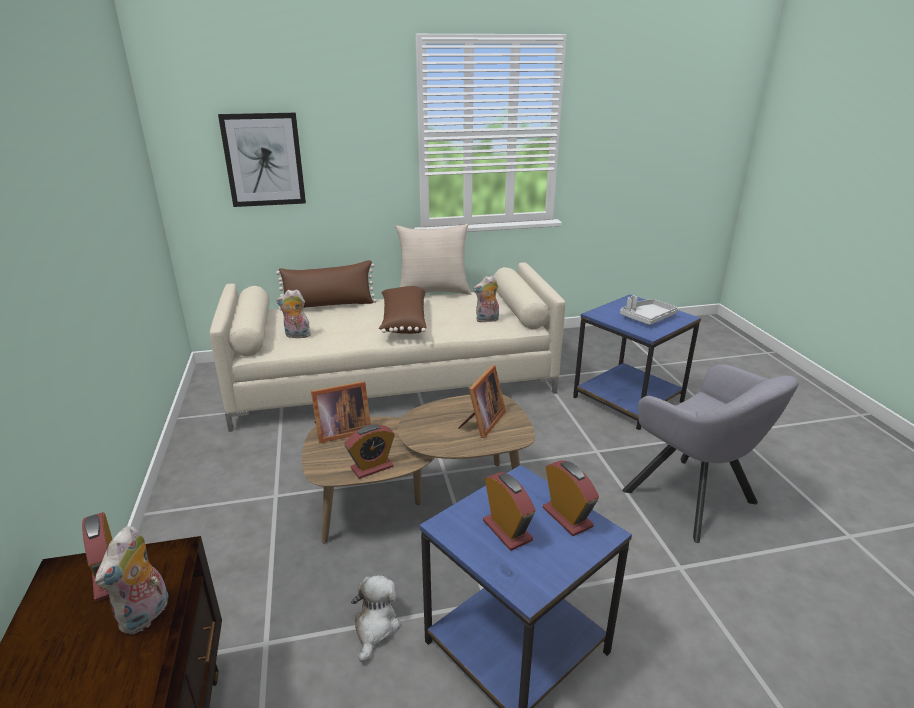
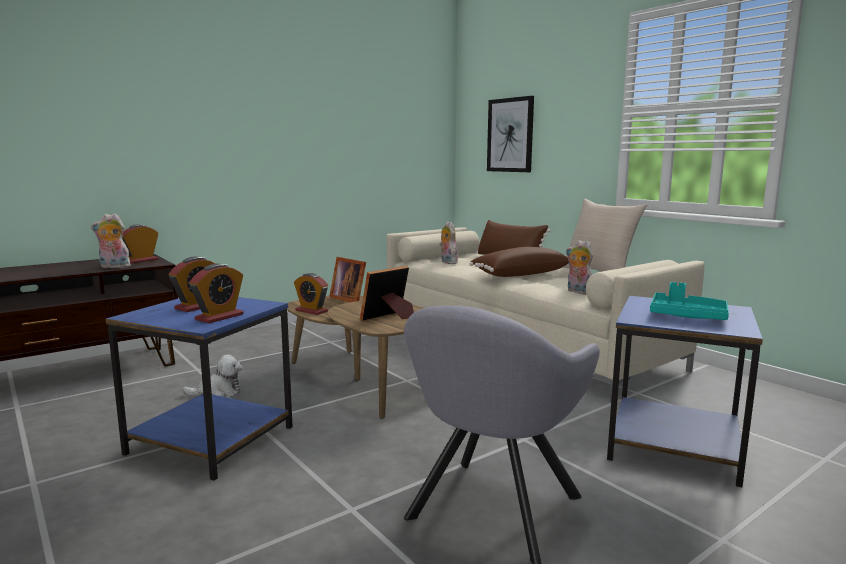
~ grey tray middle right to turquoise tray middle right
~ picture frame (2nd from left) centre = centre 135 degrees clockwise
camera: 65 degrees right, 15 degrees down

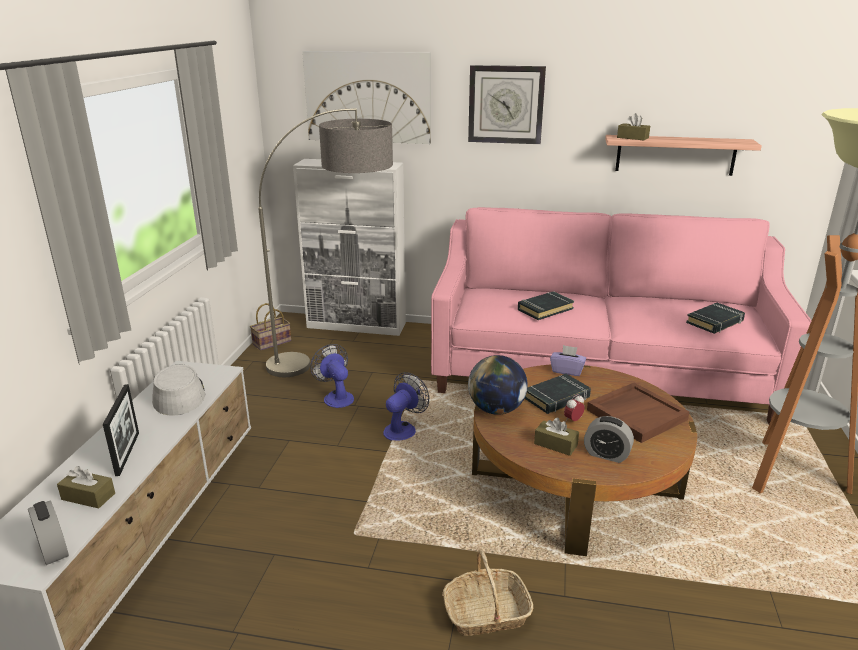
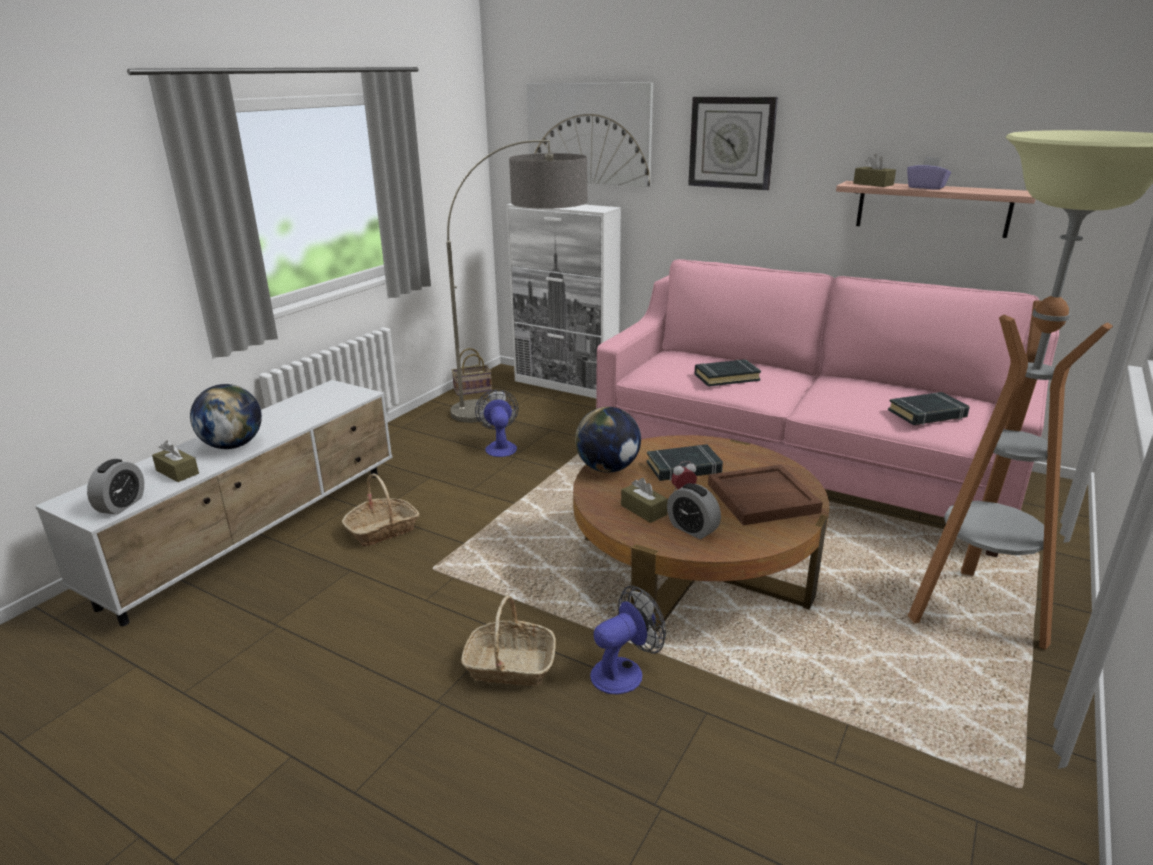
~ purple tissue box centre to top right
- grey hat middle left
~ fan (2nd from left) centre to bottom centre
~ picture frame middle left to globe (1st from left) middle left
~ alarm clock (1st from left) bottom left = middle left 150 degrees counterclockwise
+ basket (1st from left) middle left
camera: 20 degrees right, 0 degrees up

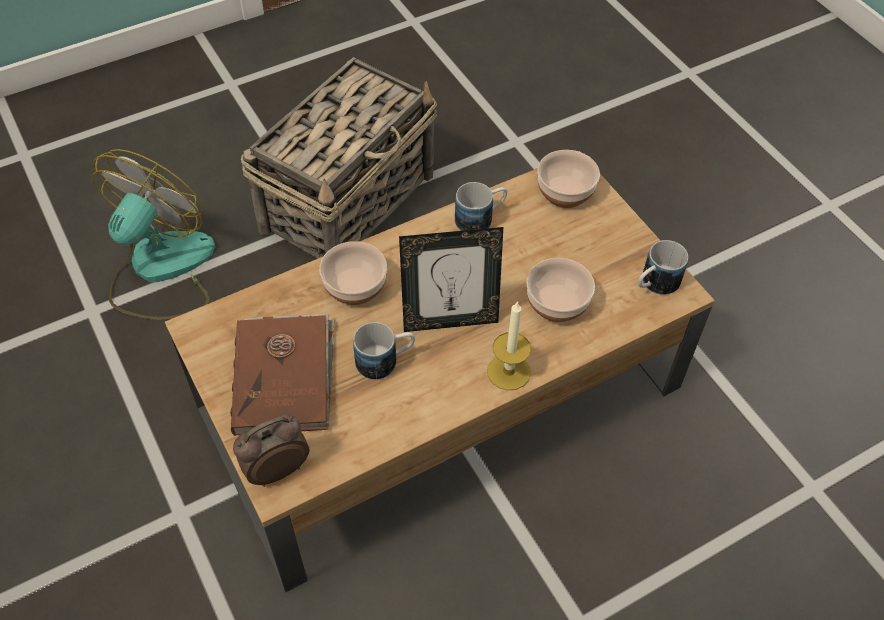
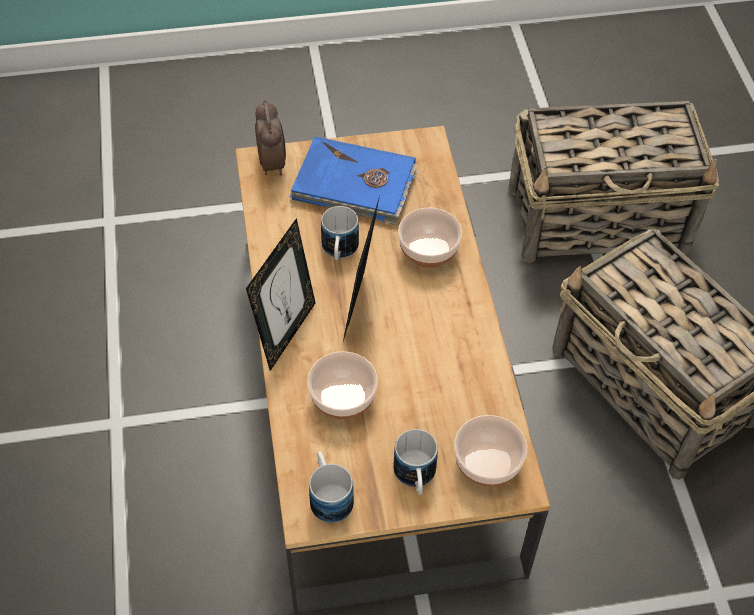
~ fan middle left to basket (1st from left) top right
~ mug (2nd from left in the first image) top centre to mug (3rd from left) bottom centre
~ candle centre to picture frame (1st from left) centre
~ brown book middle left to blue book top centre
camera: 110 degrees right, 0 degrees up

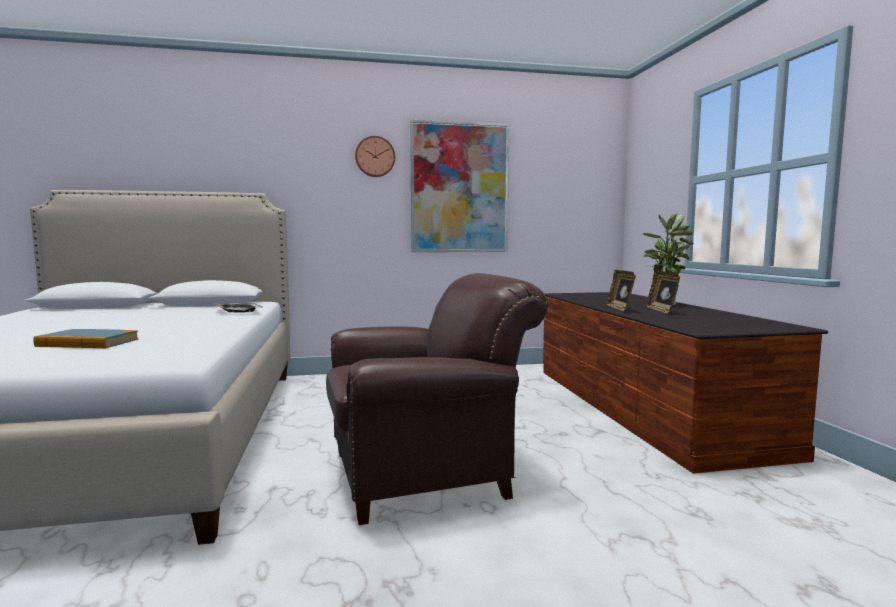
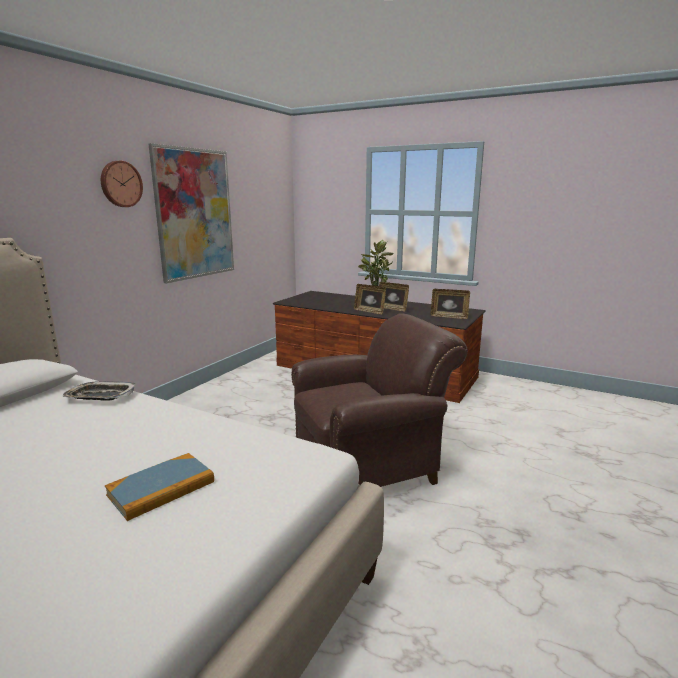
~ brown armchair centre = centre 45 degrees clockwise
+ picture frame (3rd from left) centre
camera: 50 degrees left, 10 degrees up

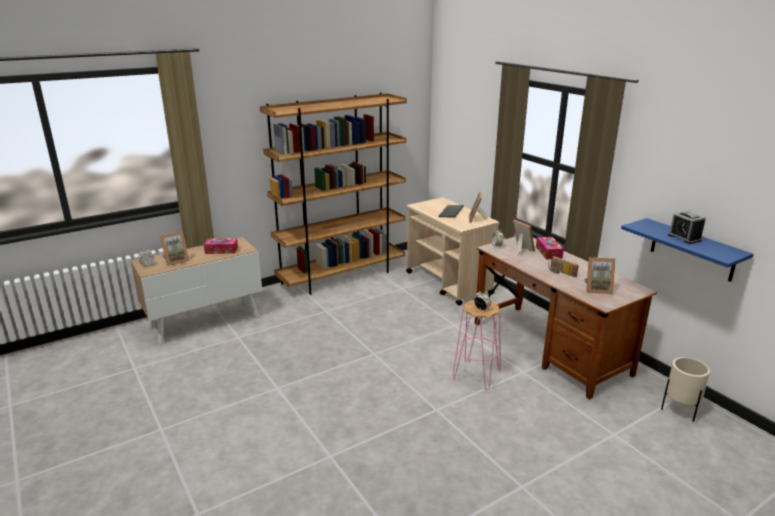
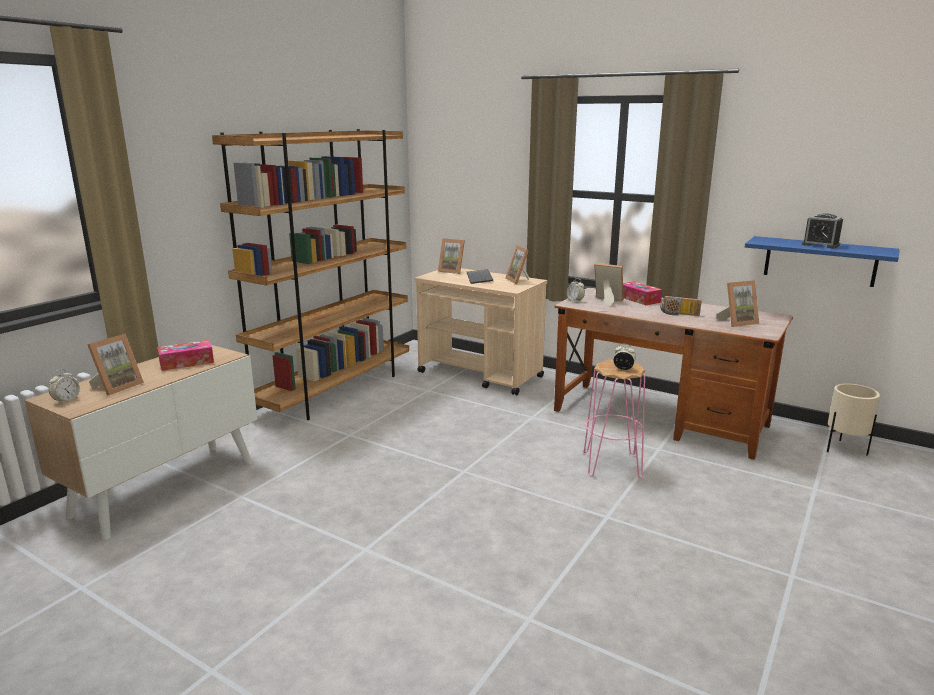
+ picture frame (2nd from left) centre
camera: 25 degrees left, 5 degrees down

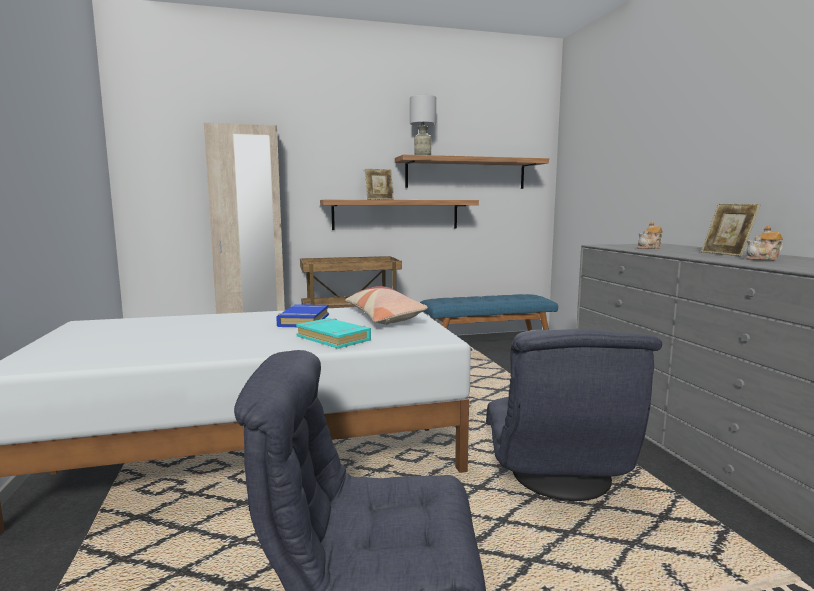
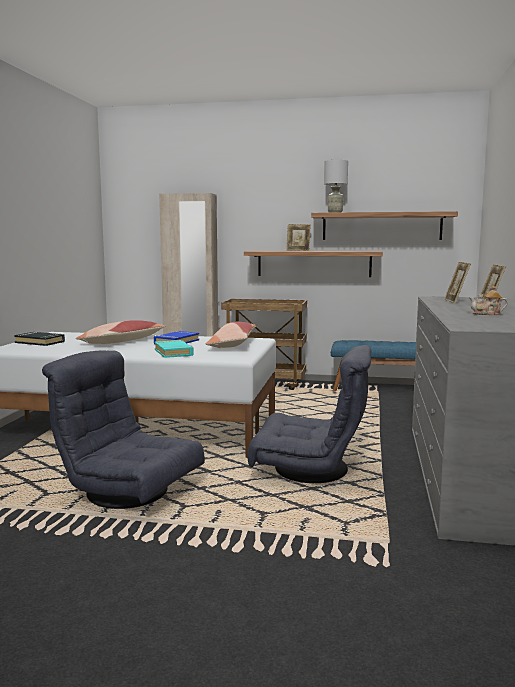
~ teapot (1st from left) middle right to picture frame (2nd from left) middle right
~ grey armchair (2nd from left) bottom right = centre 105 degrees counterclockwise
+ pillow (1st from left) middle left
+ black book middle left
camera: 25 degrees right, 0 degrees up

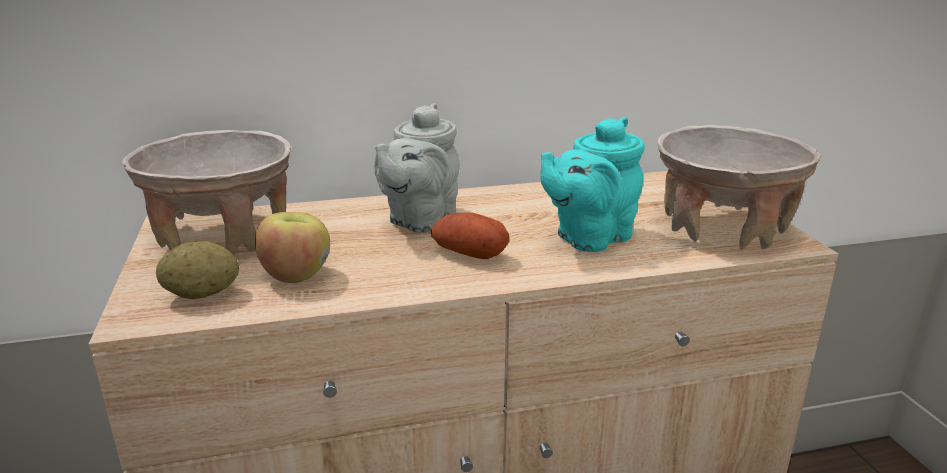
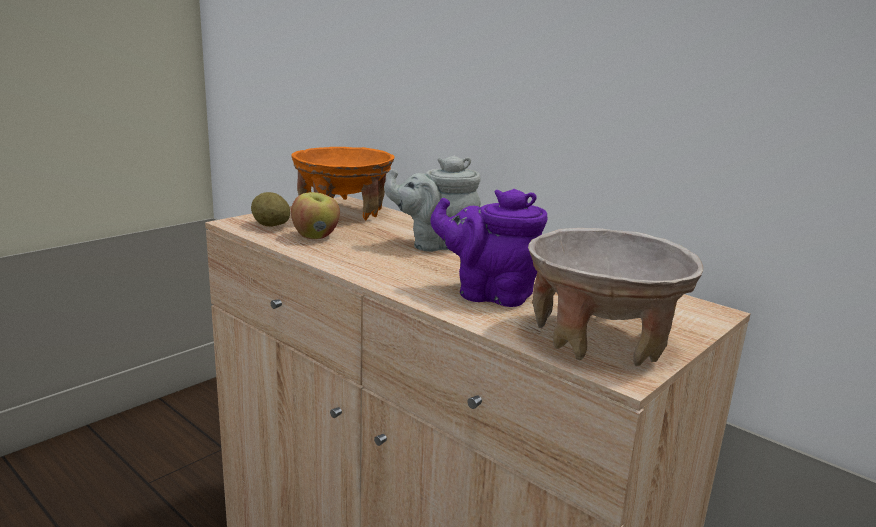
~ turquoise teapot centre to purple teapot centre
~ beige bowl (1st from left) middle left to orange bowl centre
- potato (2nd from left) centre
camera: 55 degrees right, 5 degrees down

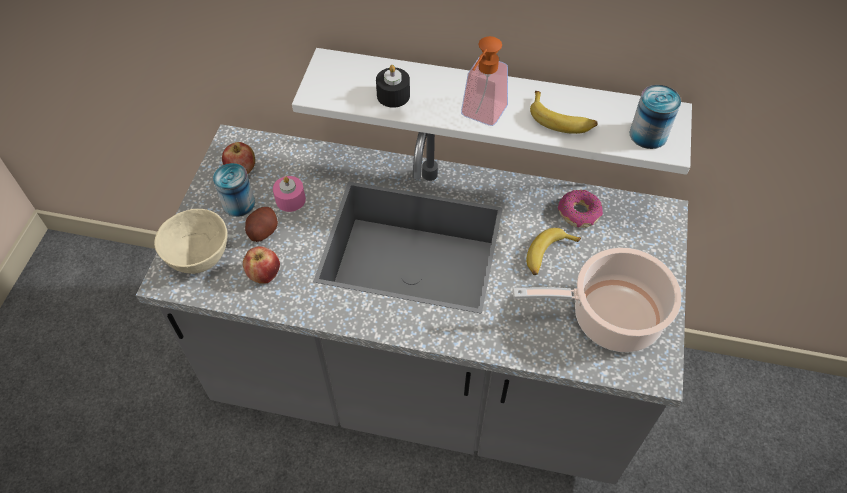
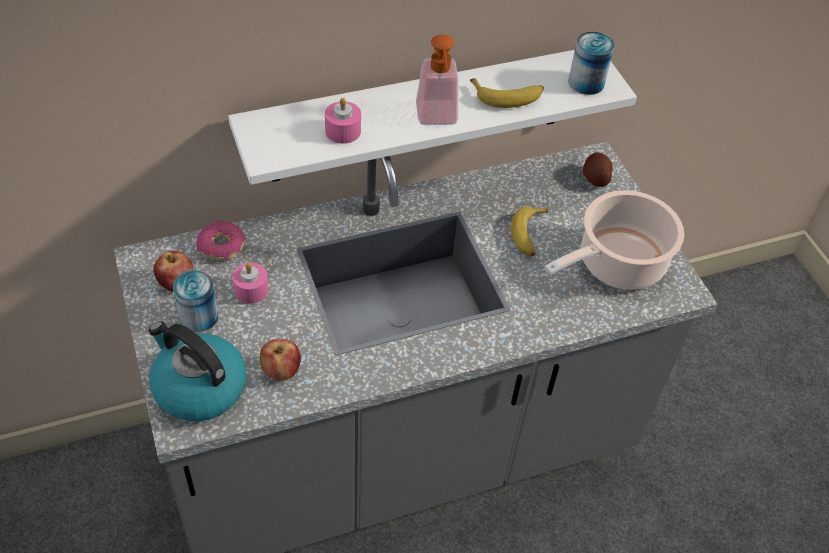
~ black candle top centre to pink candle (2nd from left) top centre
~ donut middle right to middle left
~ potato middle left to top right
~ beige bowl middle left to kettle bottom left
camera: 35 degrees left, 5 degrees down

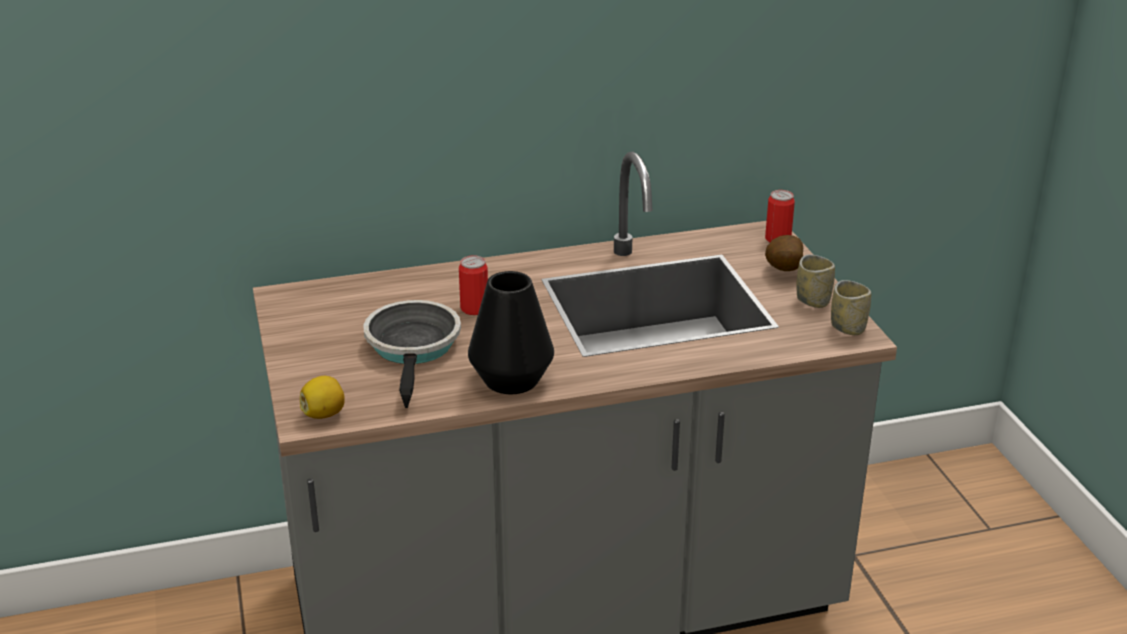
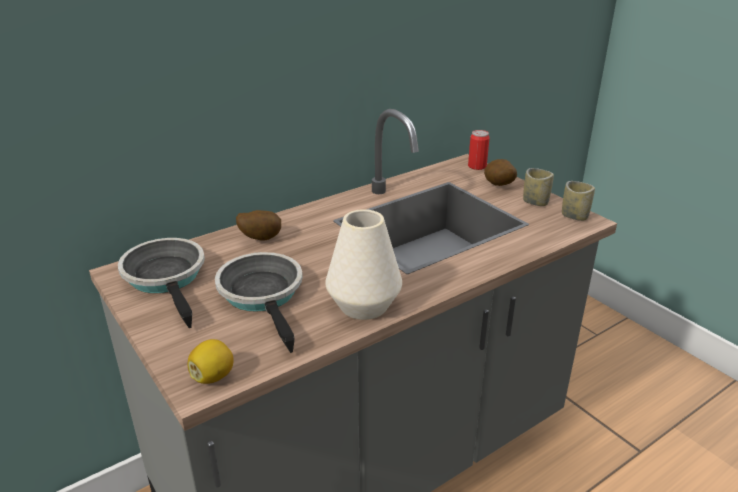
- can (1st from left) centre
~ black vase centre to white vase centre
+ potato (1st from left) centre
+ frying pan (1st from left) middle left
camera: 20 degrees left, 0 degrees up

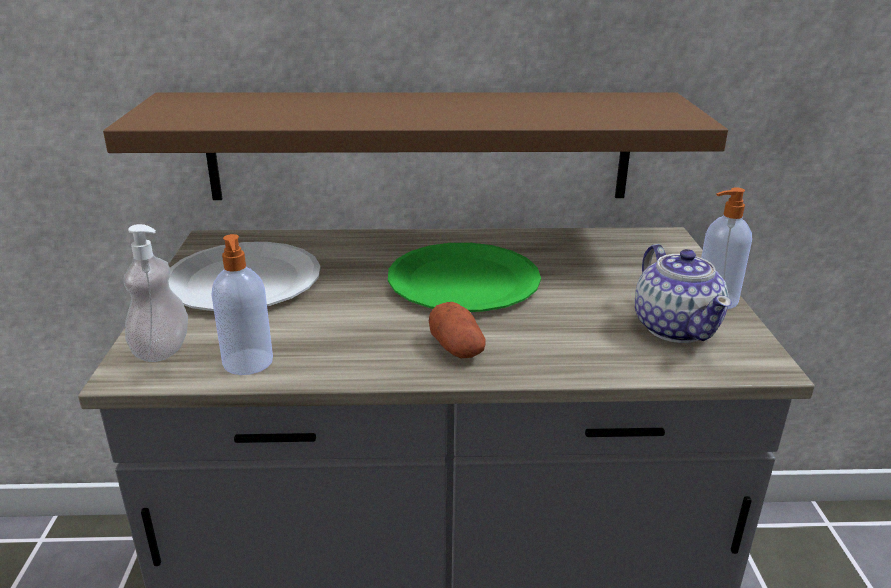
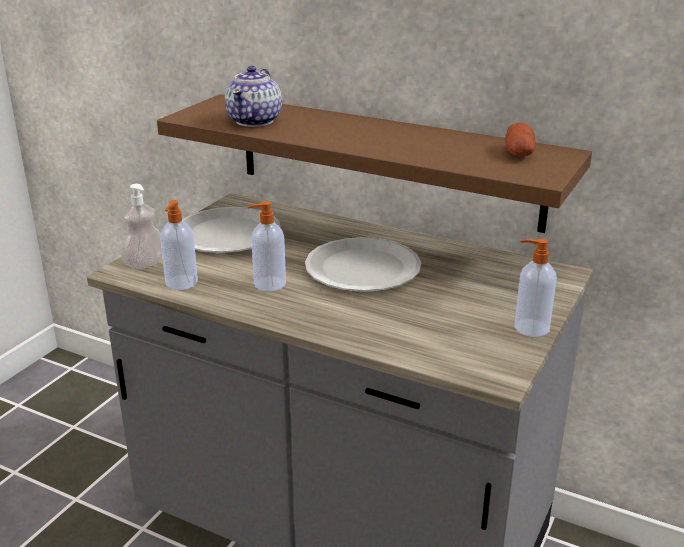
~ green plate centre to white plate (2nd from left) centre
~ teapot middle right to top centre
~ potato centre to top right
+ soap dispenser (3rd from left) centre
camera: 30 degrees right, 0 degrees up

